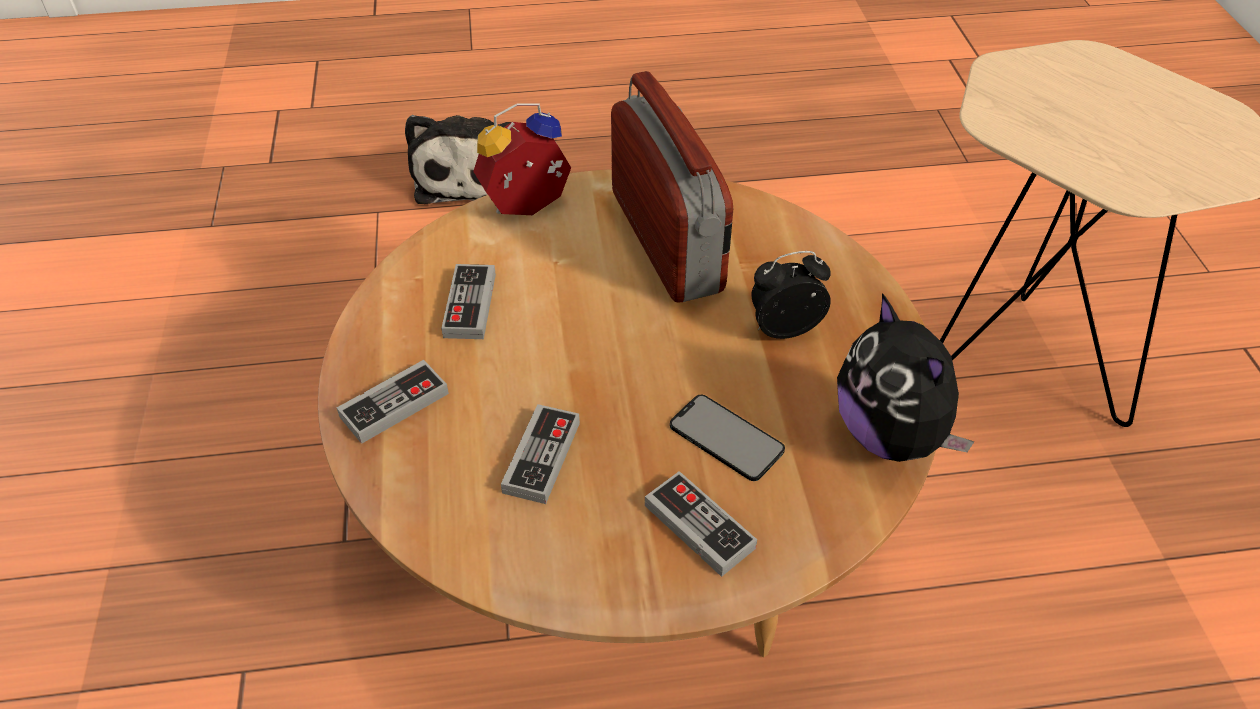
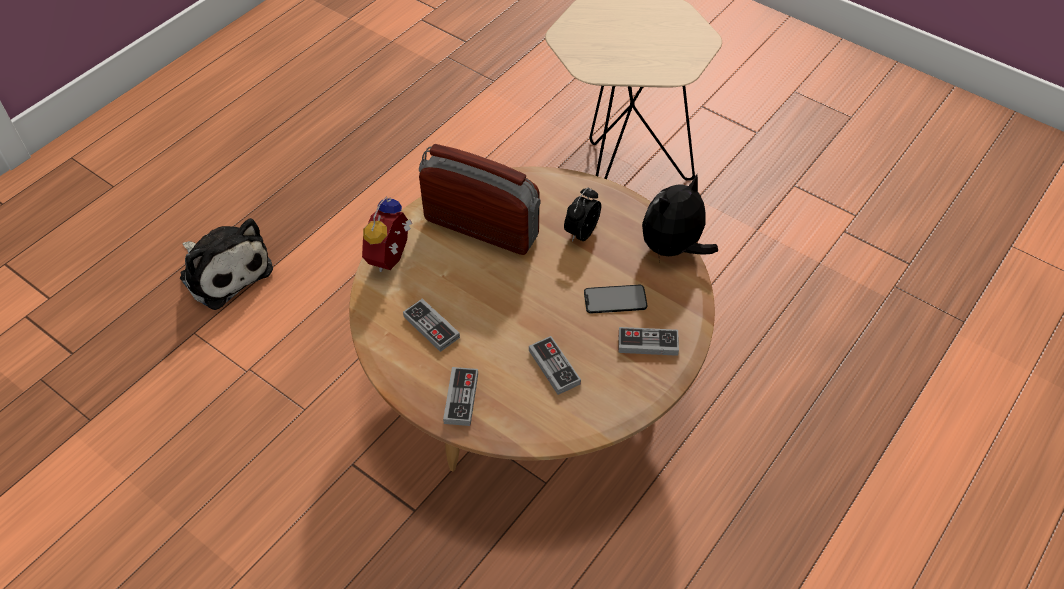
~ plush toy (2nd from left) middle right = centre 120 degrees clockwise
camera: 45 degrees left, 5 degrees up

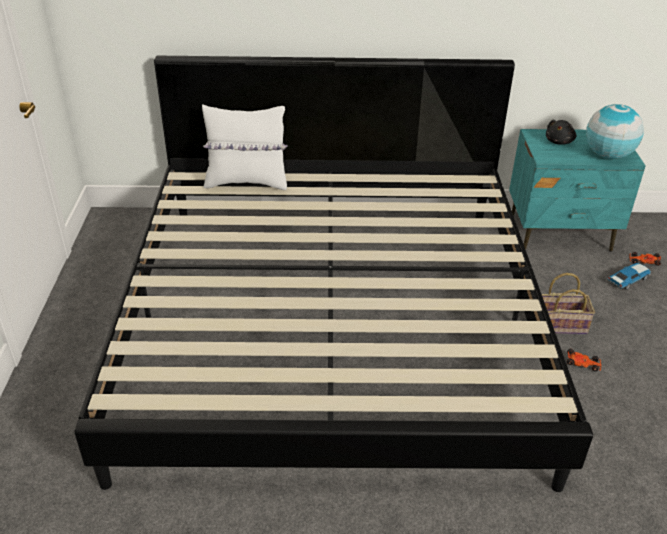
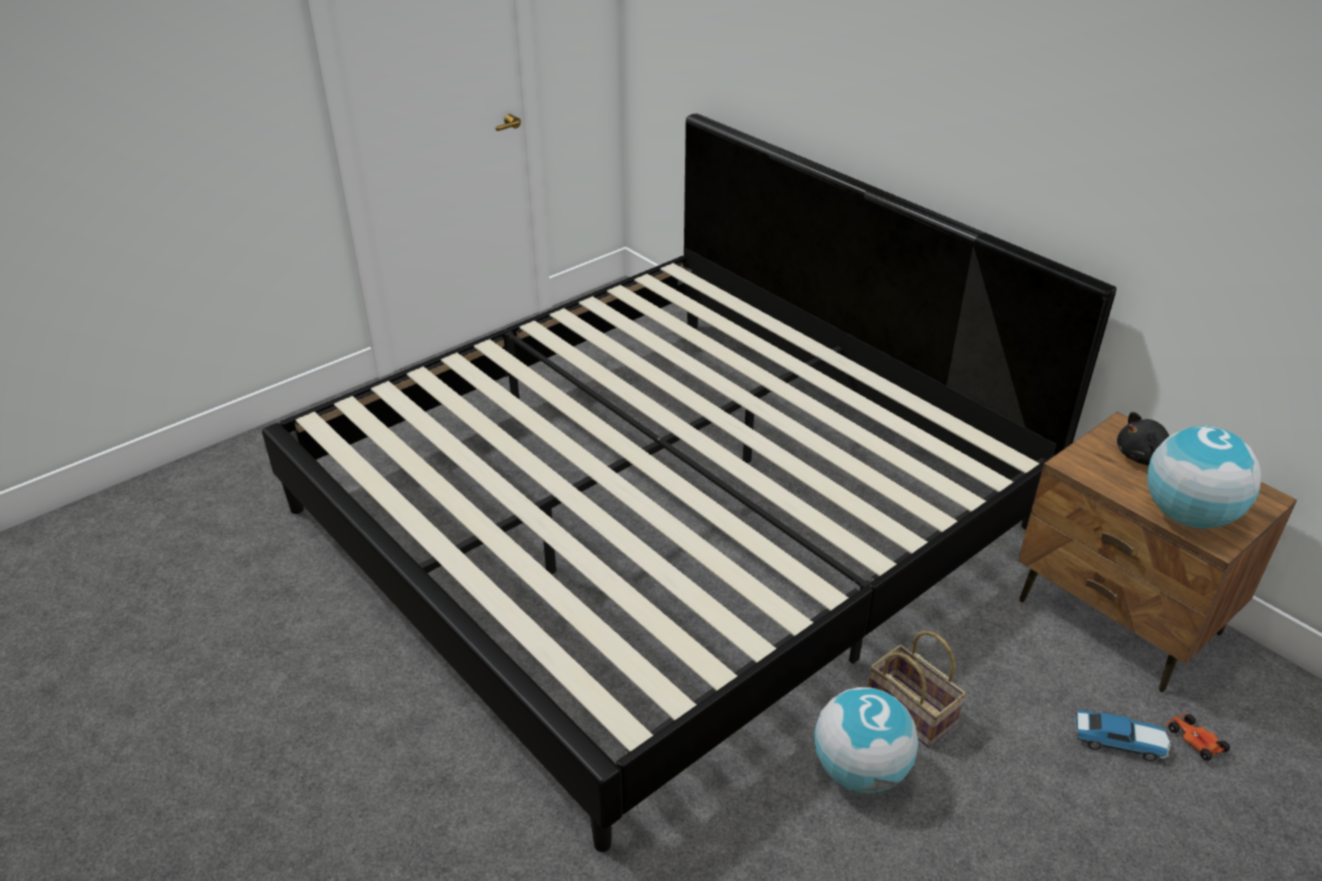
- white pillow top centre
~ turquoise nightstand middle right to brown nightstand middle right
~ toy car (1st from left) bottom right to globe (1st from left) bottom centre
camera: 50 degrees right, 0 degrees up

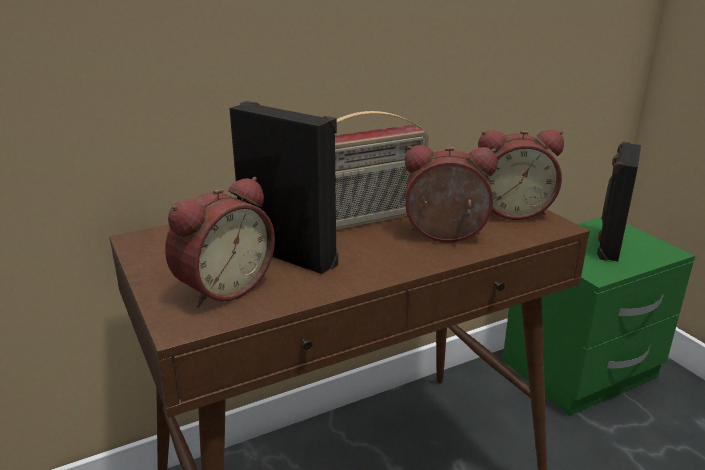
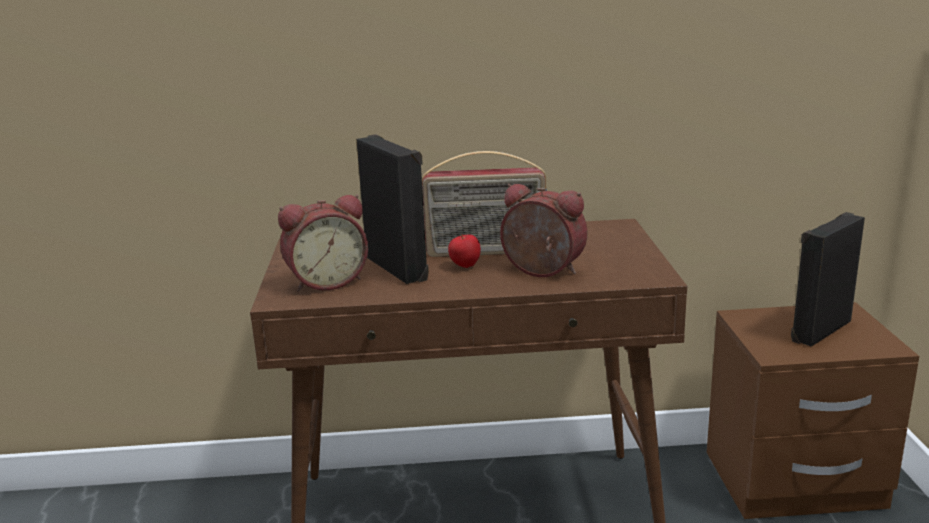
- alarm clock (3rd from left) middle right
~ green nightstand bottom right to brown nightstand bottom right
+ apple centre
camera: 25 degrees right, 5 degrees down

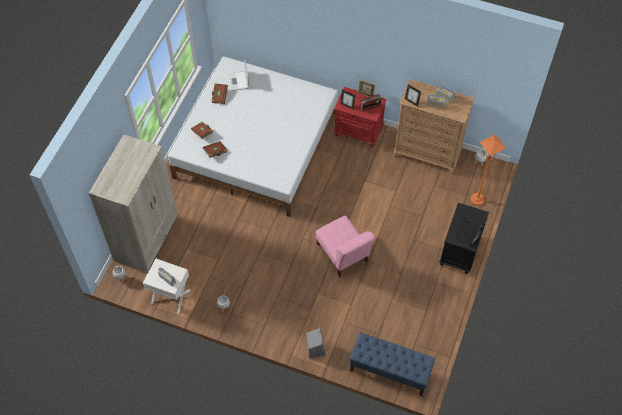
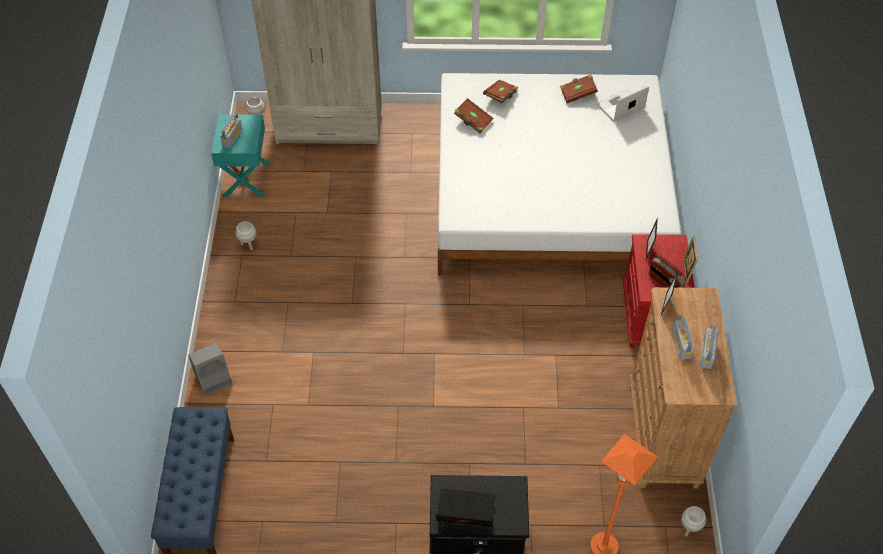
- pink chair centre
~ white nightstand bottom left to turquoise nightstand top left
camera: 70 degrees right, 5 degrees down

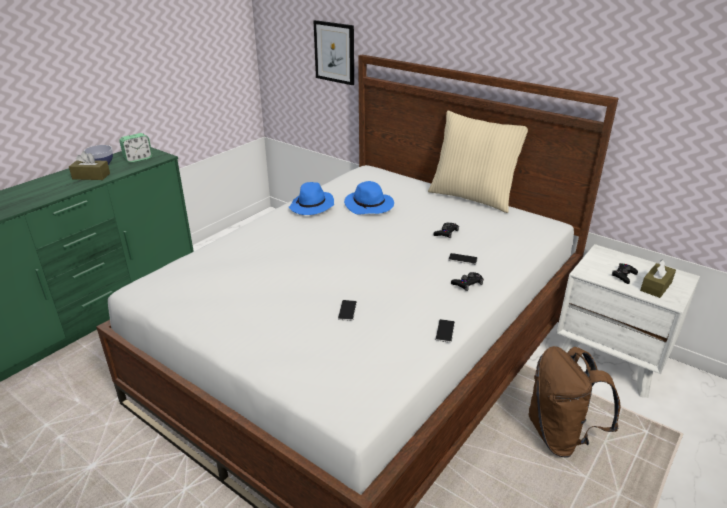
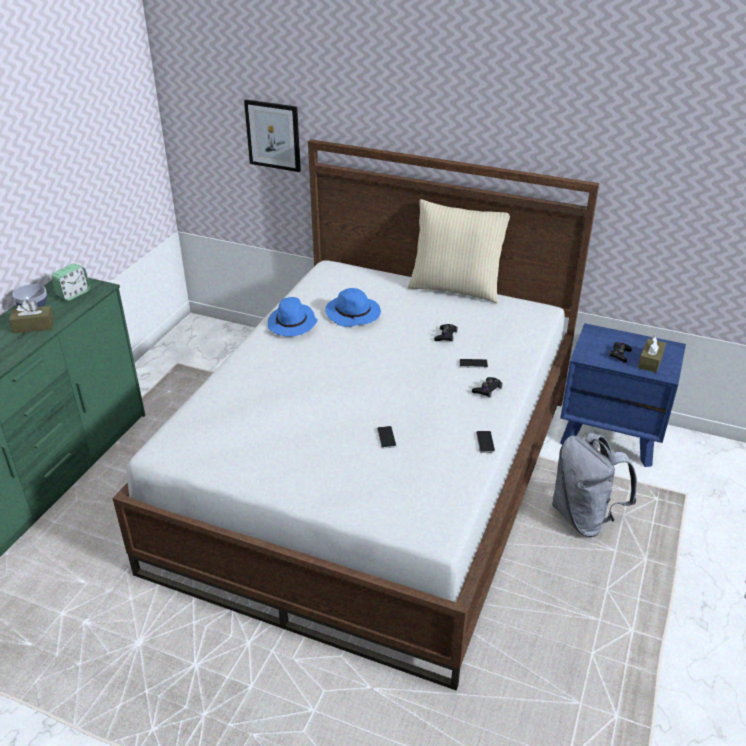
~ white nightstand middle right to blue nightstand middle right
~ brown backpack bottom right to grey backpack middle right
camera: 15 degrees left, 5 degrees up

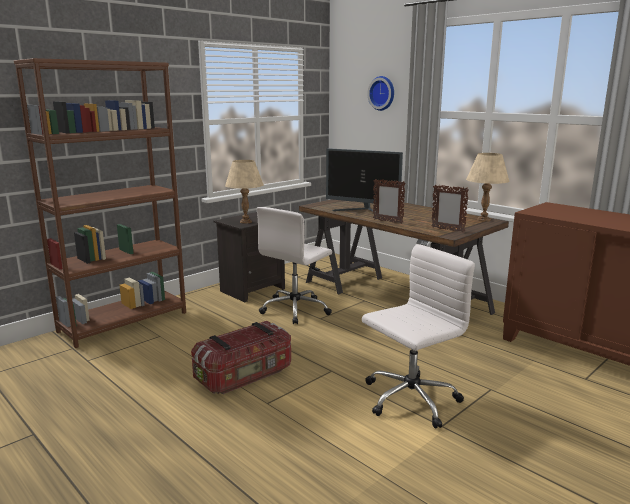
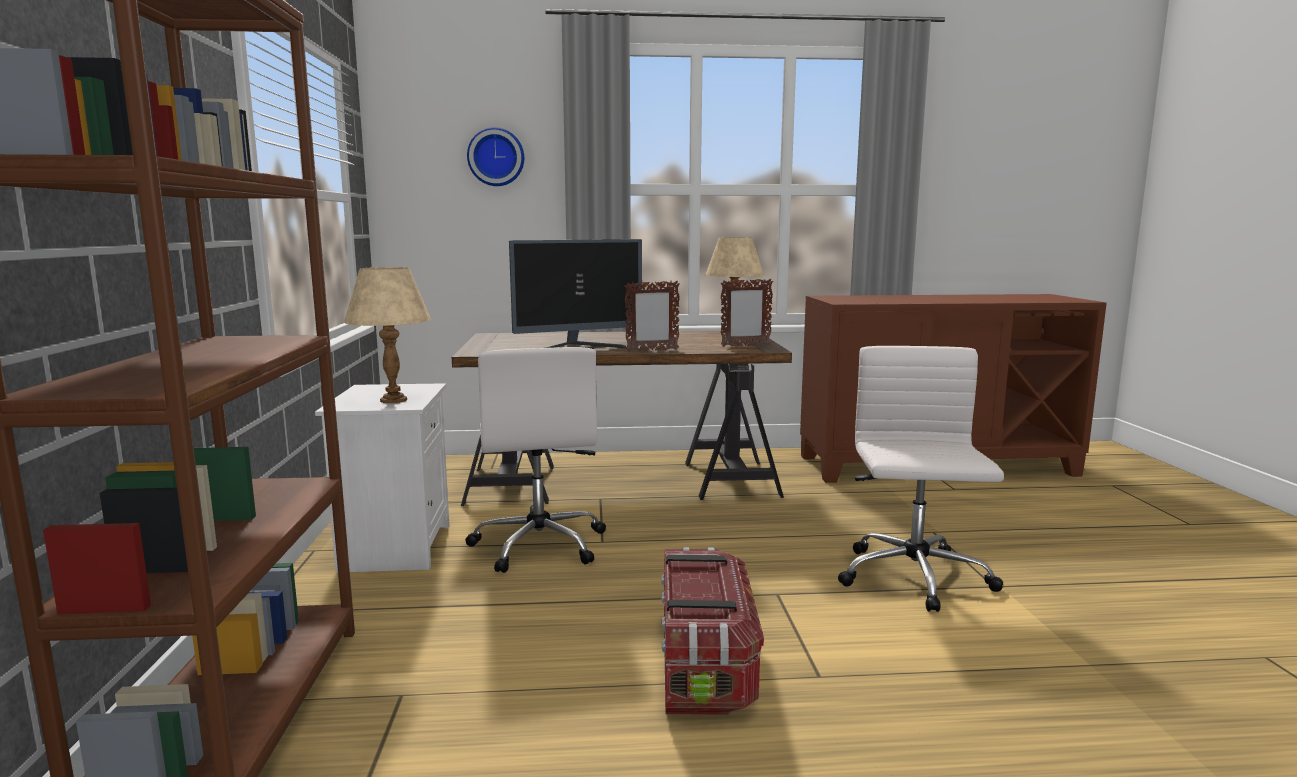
~ black nightstand centre to white nightstand middle left
camera: 50 degrees left, 5 degrees down

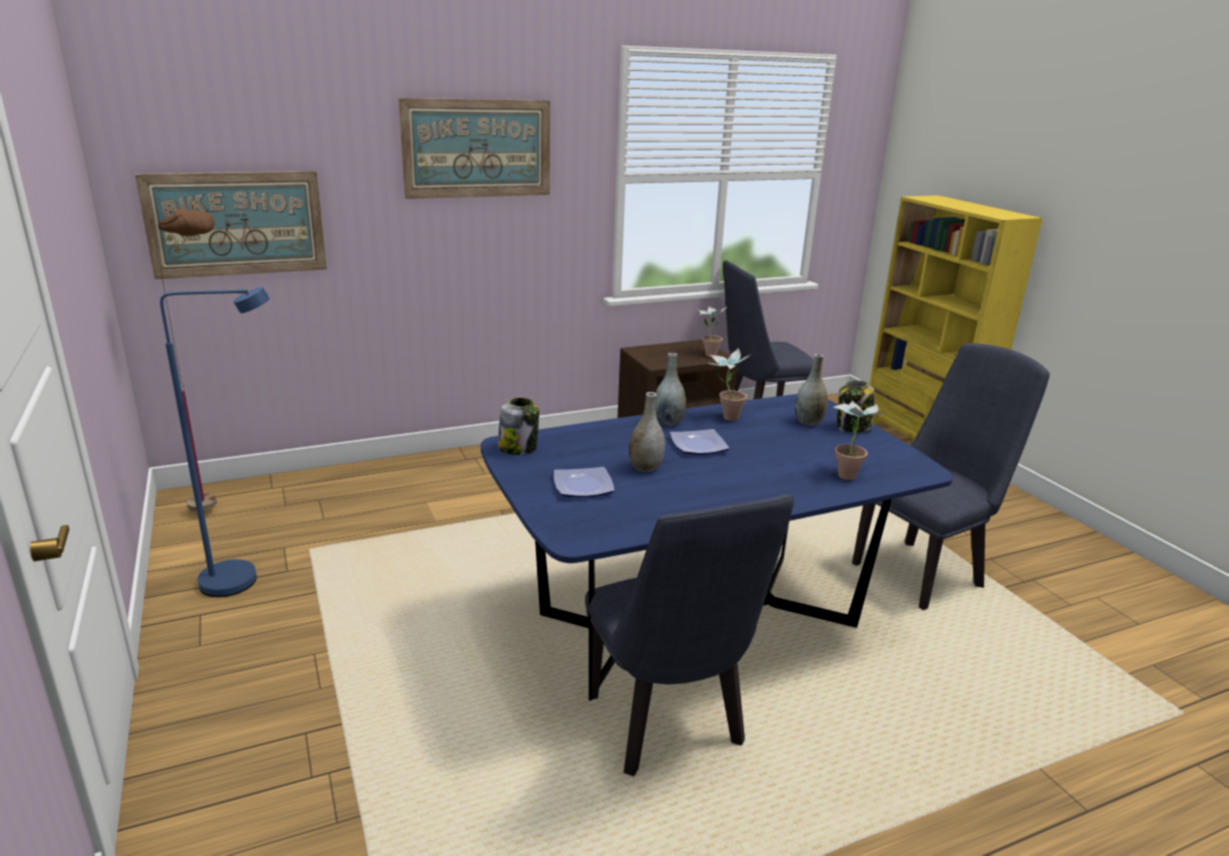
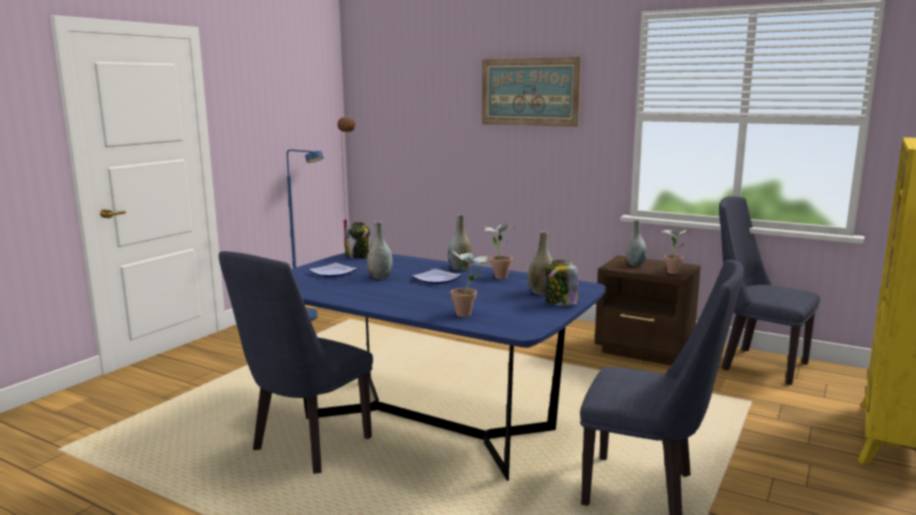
- picture (1st from left) top left
+ grey vase (4th from left) middle right
camera: 55 degrees right, 10 degrees down

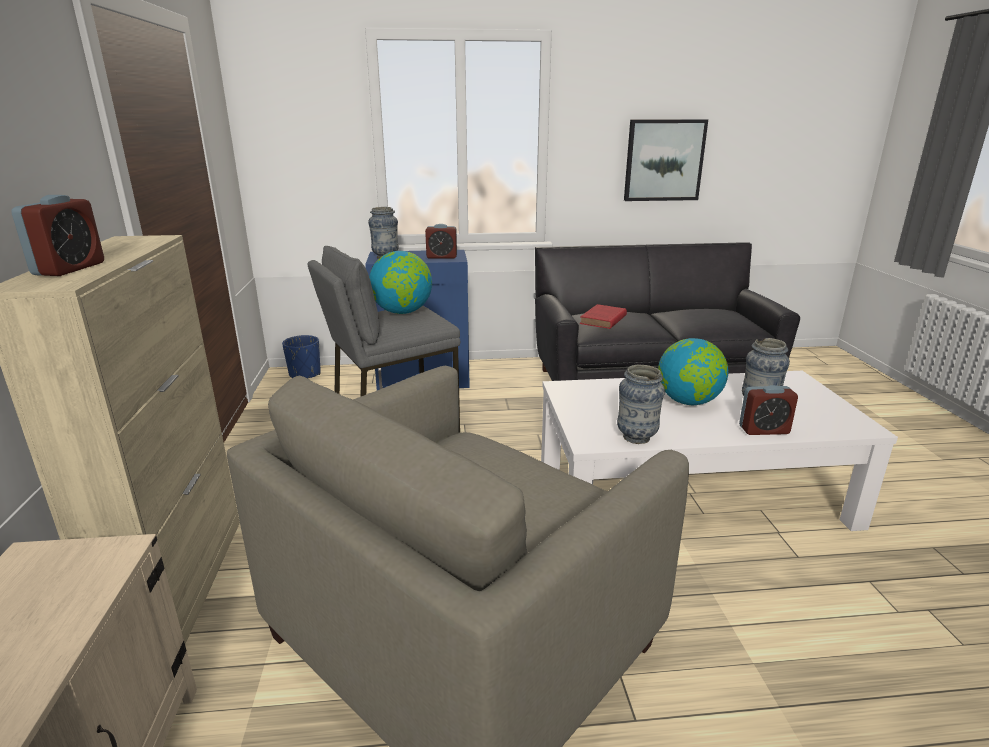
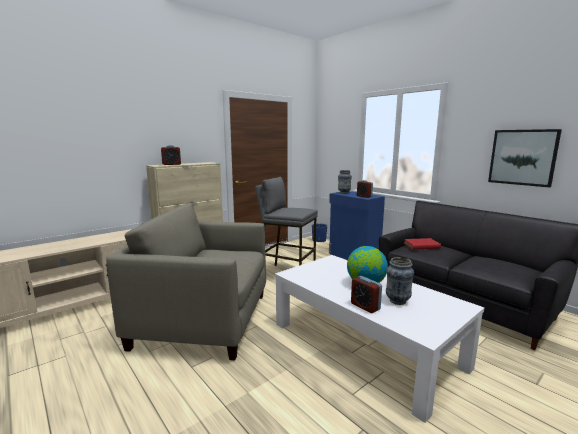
- globe (1st from left) centre
- vase (2nd from left) centre
camera: 55 degrees right, 10 degrees down

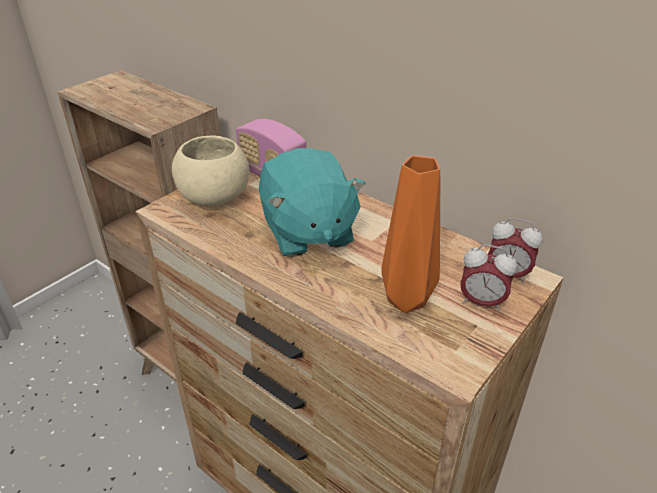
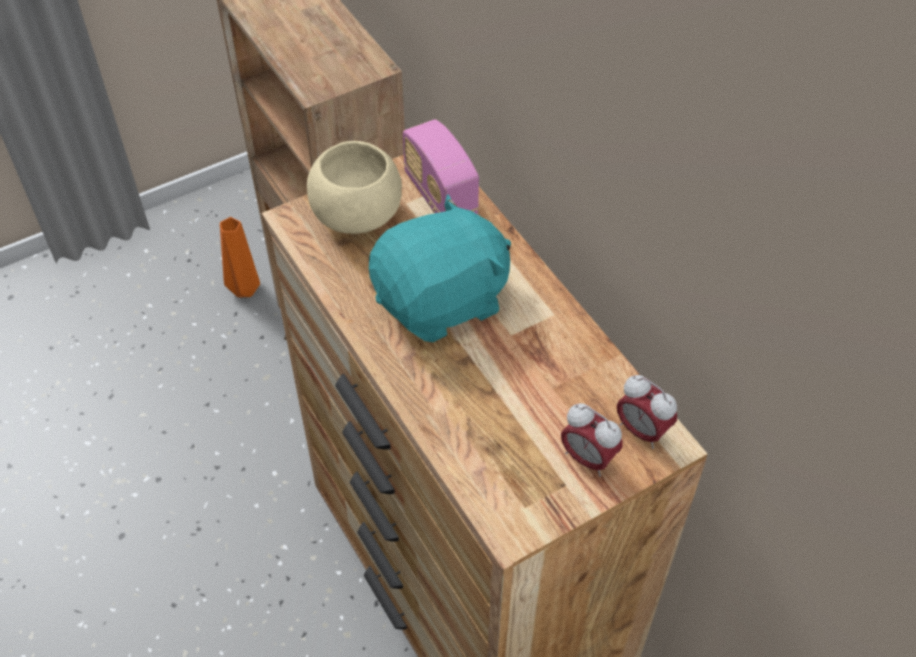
~ turquoise plush toy centre = centre 120 degrees counterclockwise
~ orange vase centre to middle left
camera: 20 degrees right, 15 degrees up

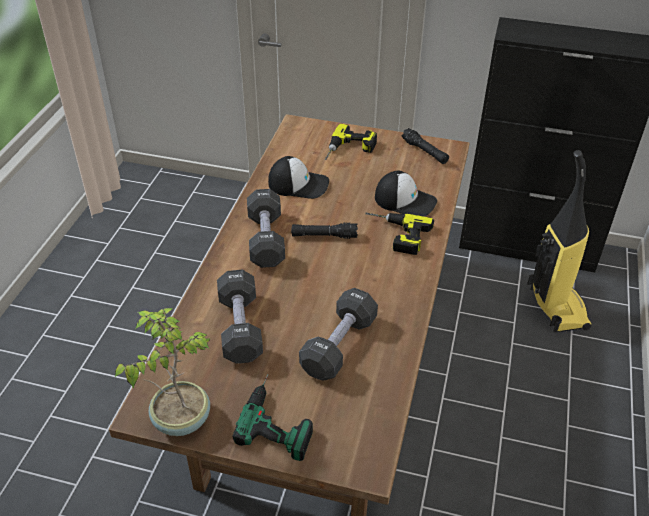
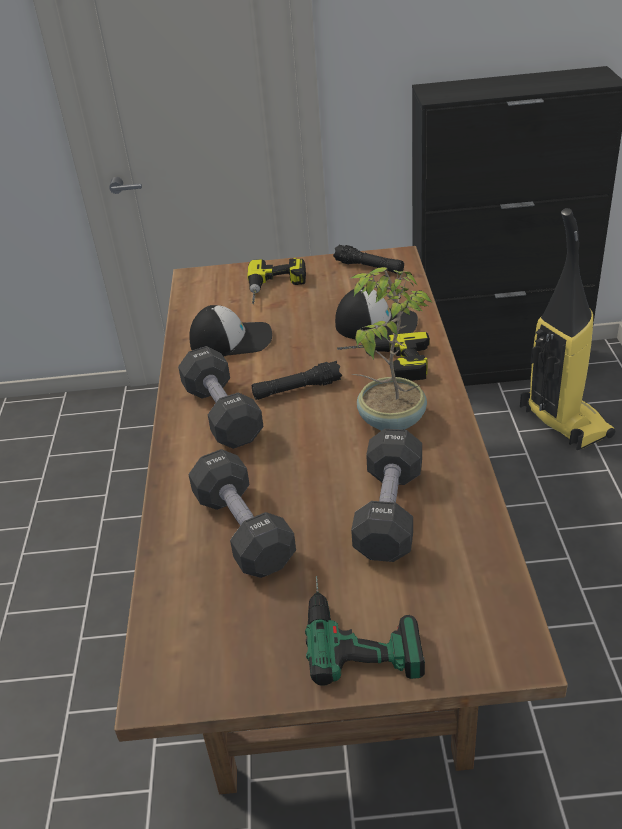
~ potted plant bottom left to centre
camera: 15 degrees left, 5 degrees down

